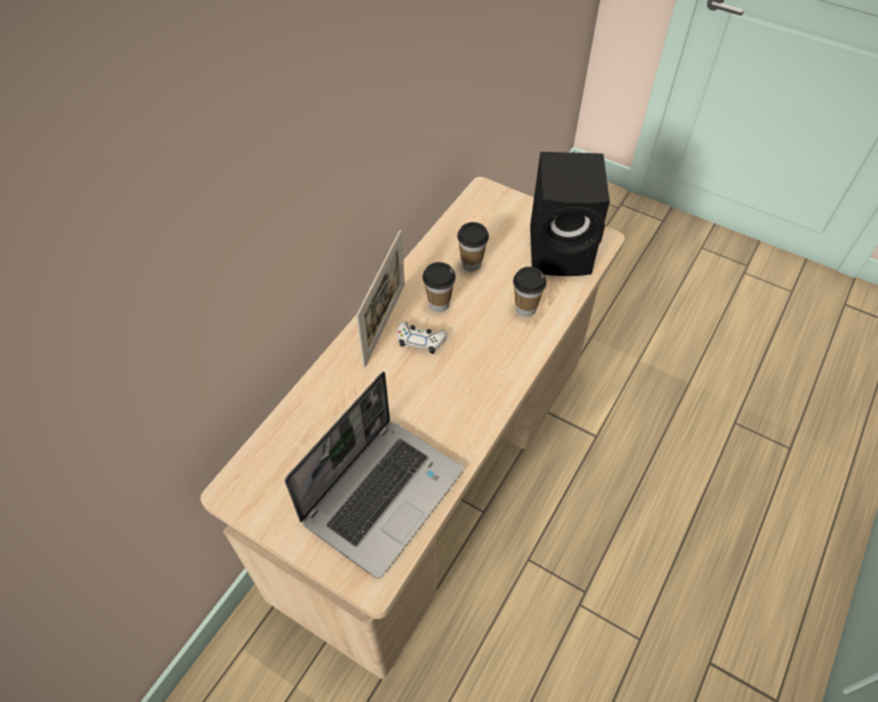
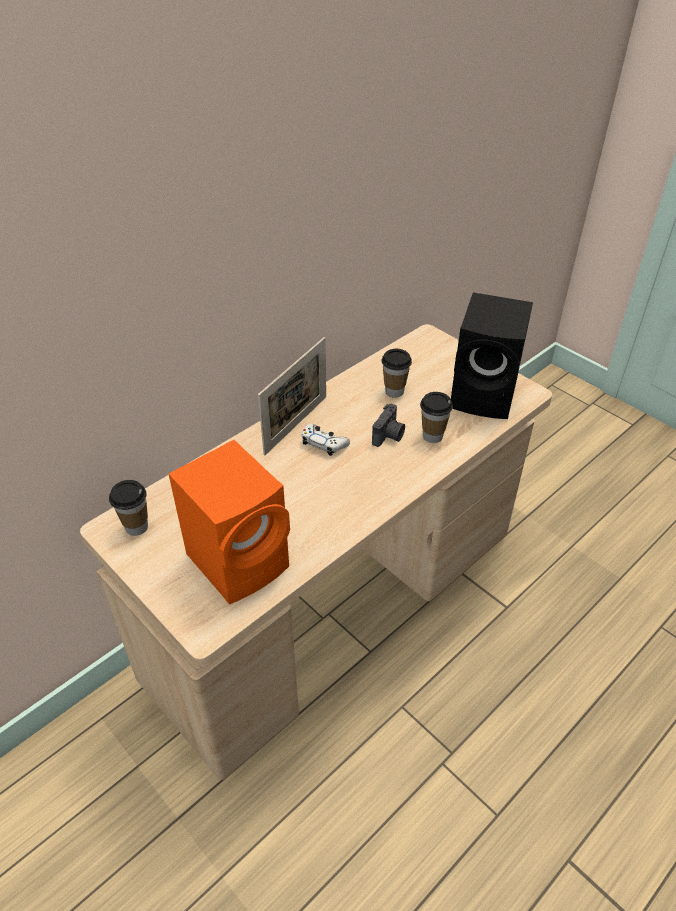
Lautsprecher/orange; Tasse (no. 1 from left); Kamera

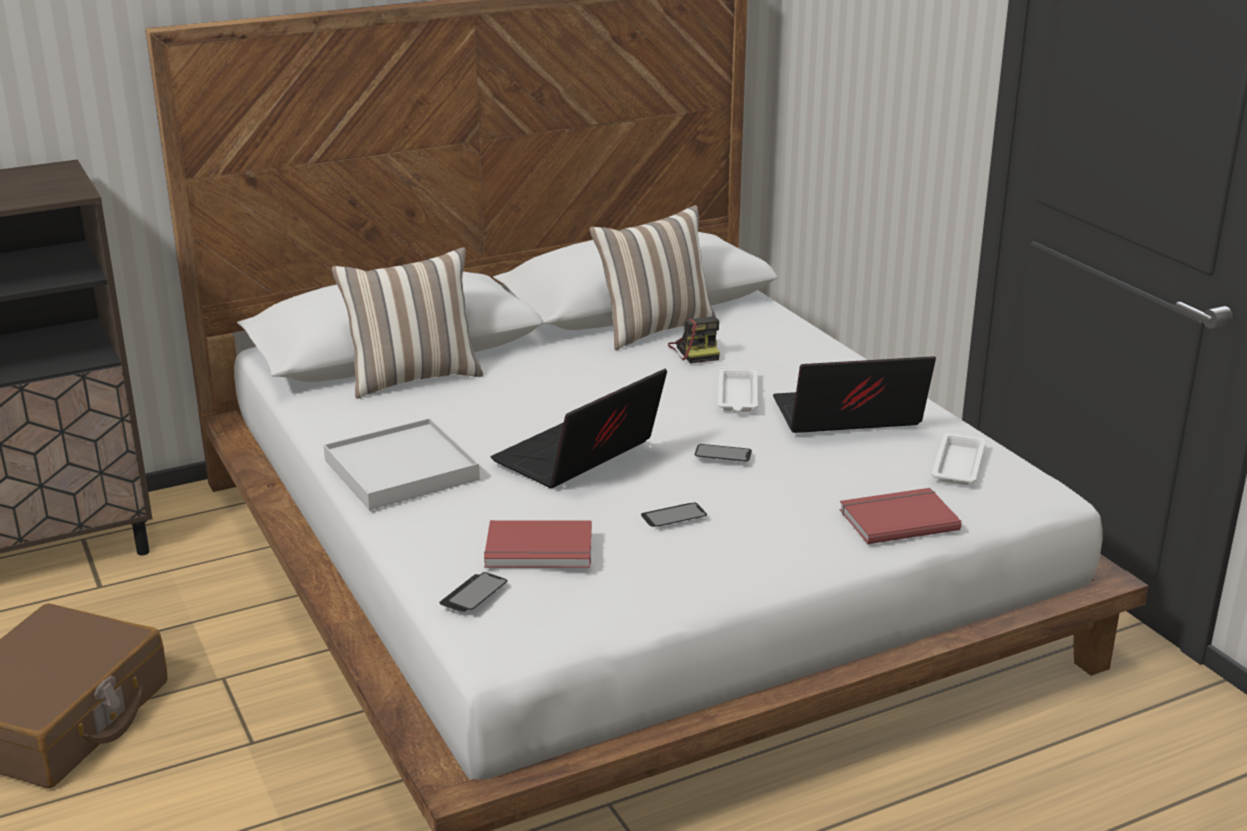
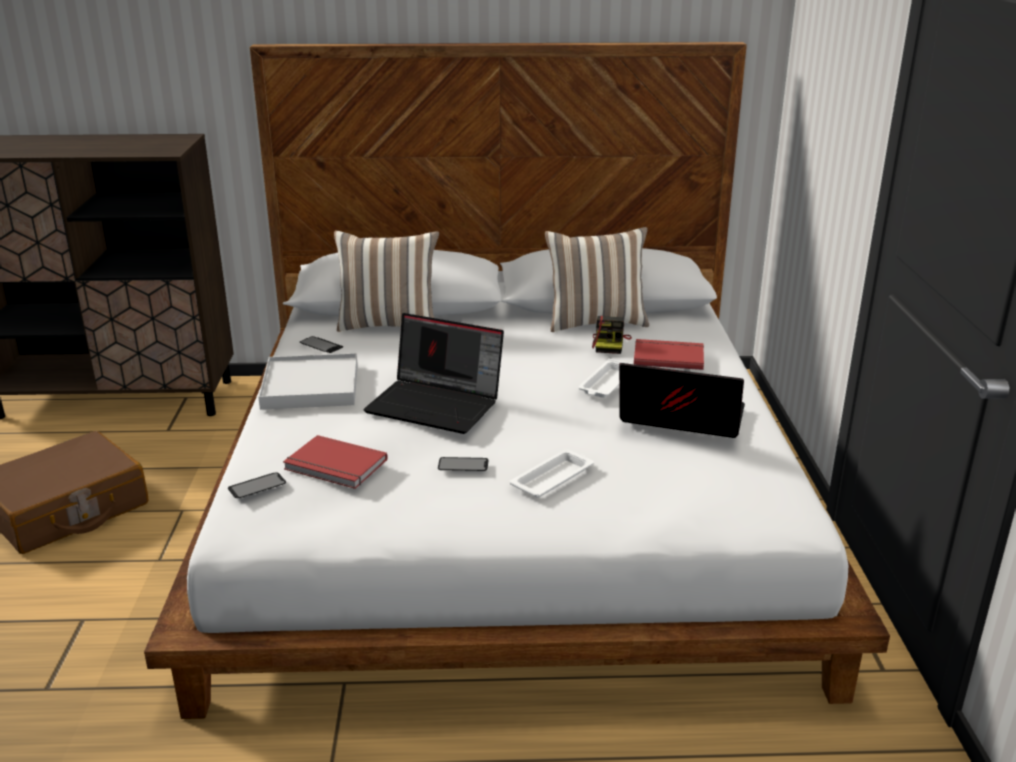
Laptop (no. 1 from left); Handy (no. 2 from left); Buch/rot (no. 2 from left); Tablett/weiß (no. 2 from left)

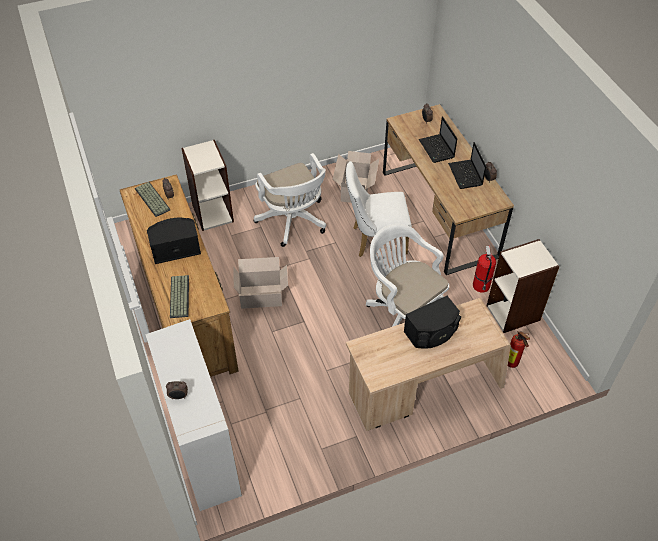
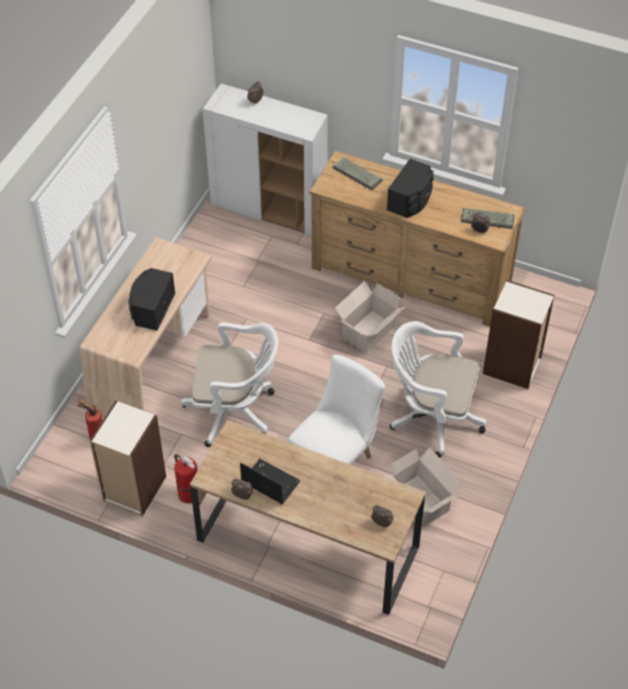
Laptop (no. 1 from left in the first image)

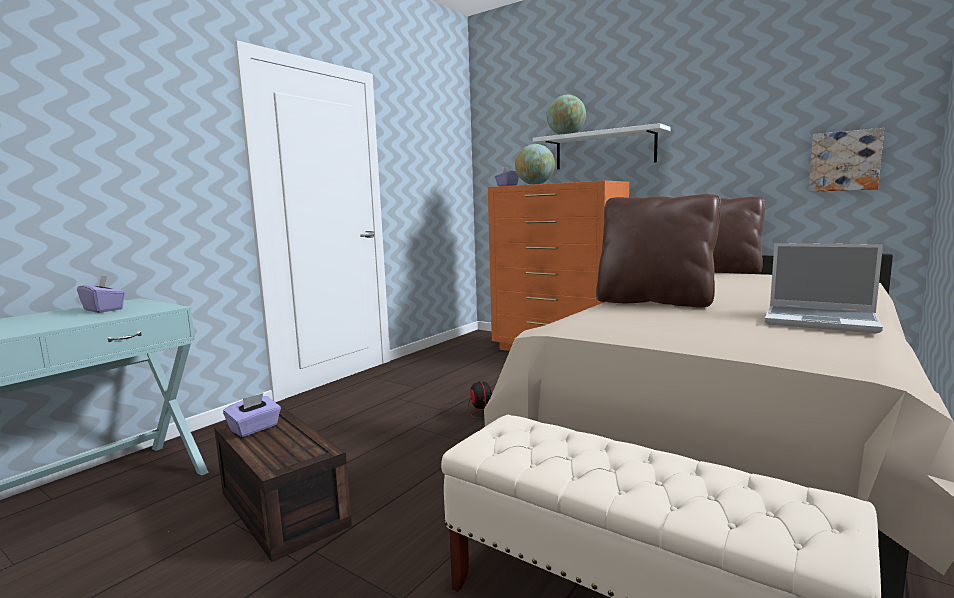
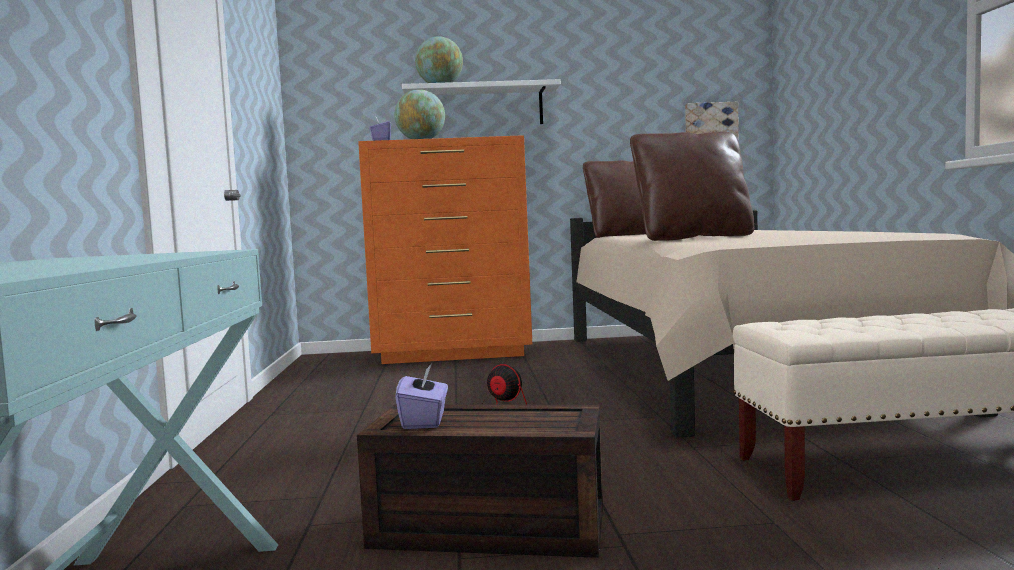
Taschentuchbox/lila (no. 1 from left in the first image); Laptop

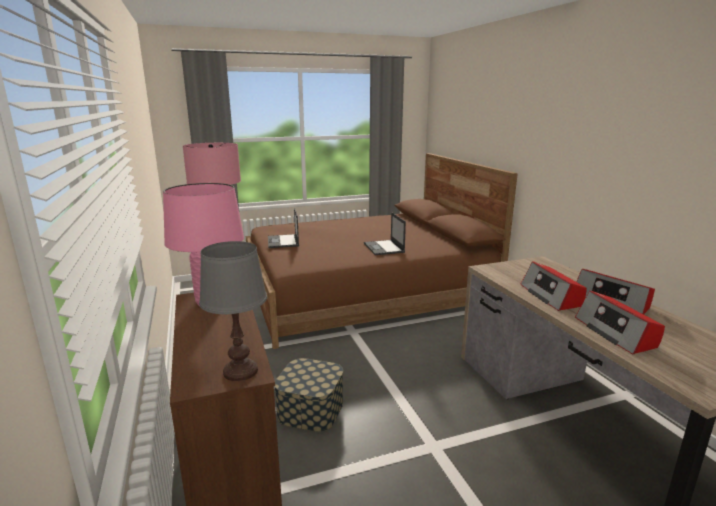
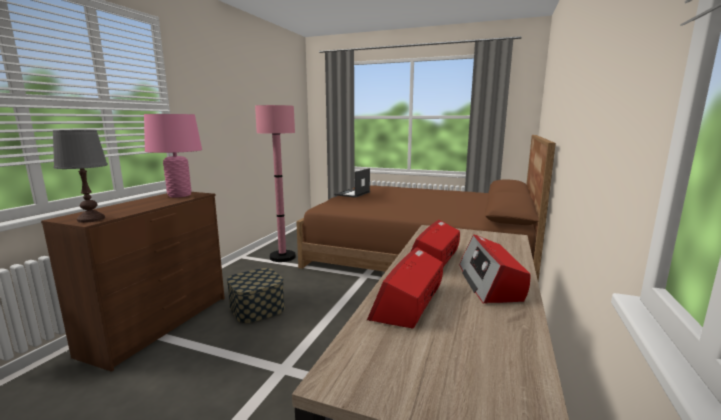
Laptop (no. 2 from left in the first image)

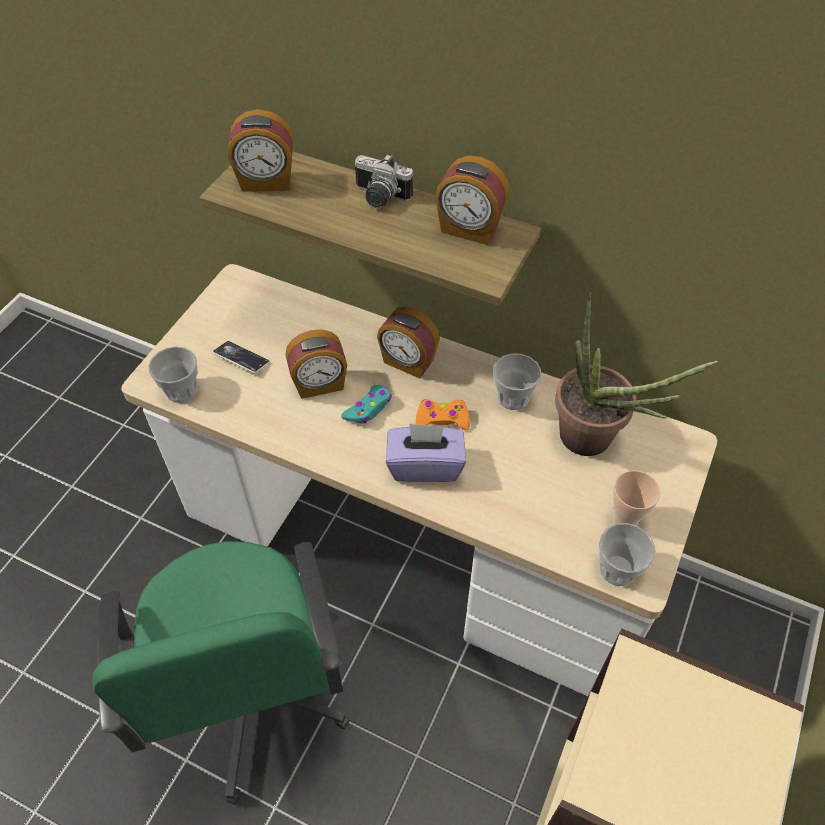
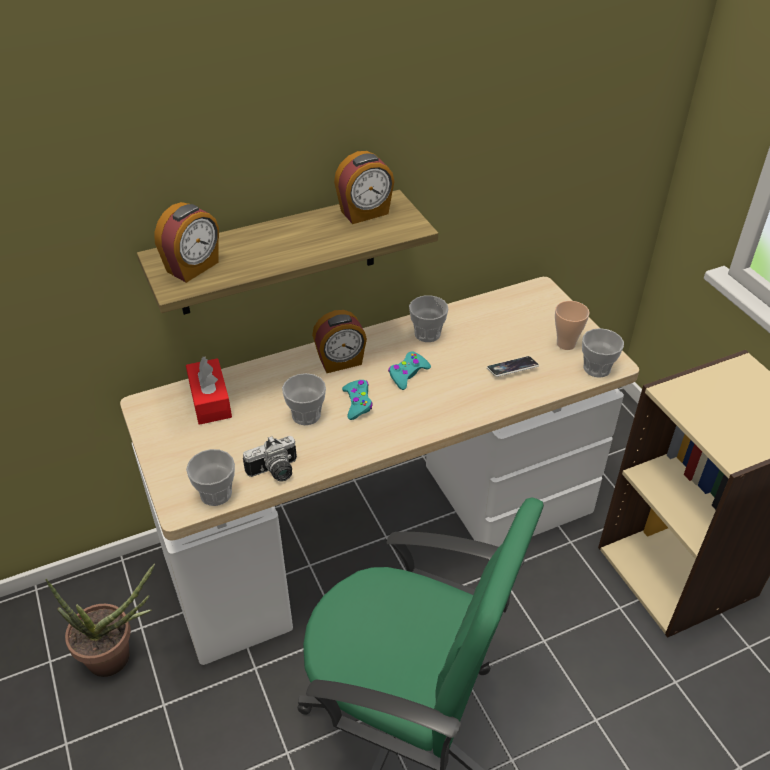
Handy; Tasse (no. 2 from left); Kamera; Taschentuchbox/lila; Gamepad/türkis (no. 2 from left); Topfpflanze; Taschentuchbox/rot

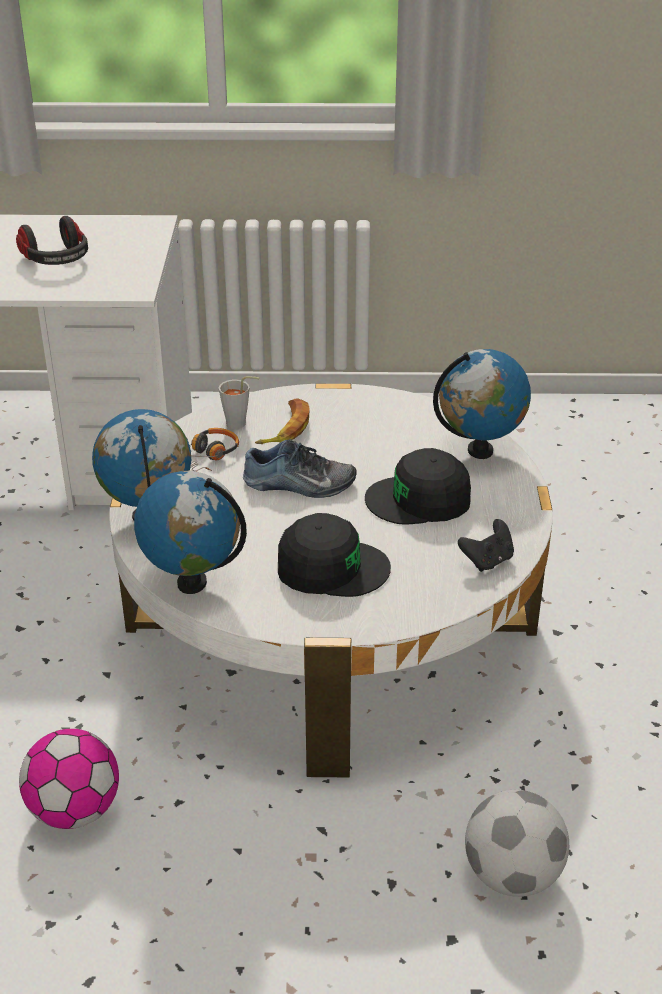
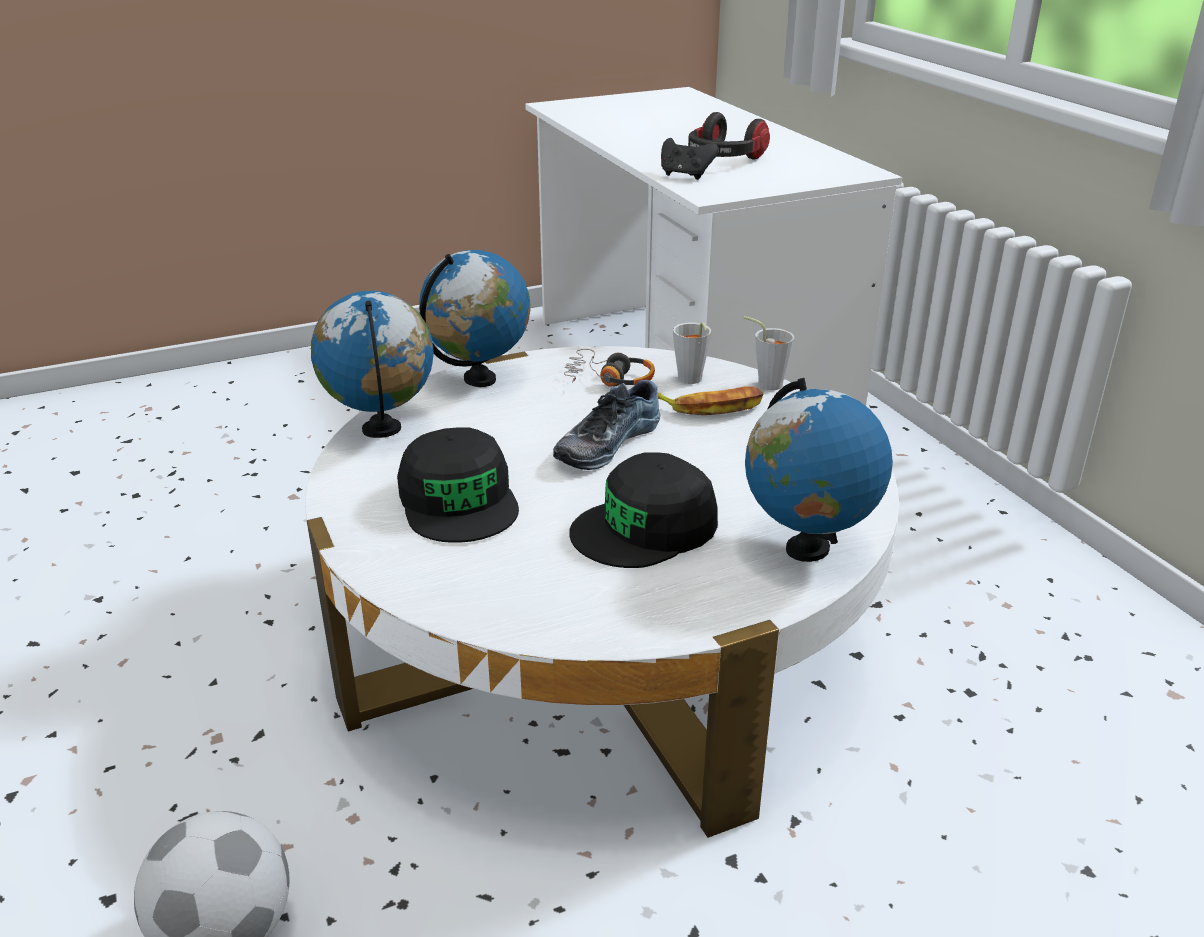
Fußball (no. 1 from left in the first image); Schuh; Kappe/schwarz (no. 2 from left); Gamepad/schwarz; Tasse/grau (no. 2 from left)

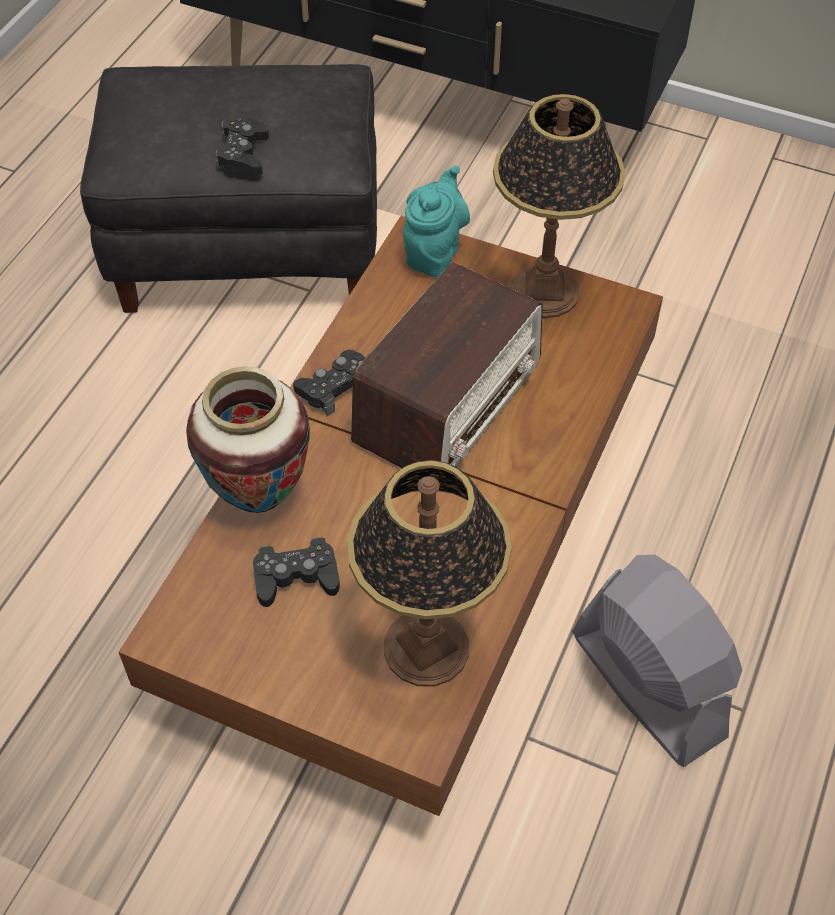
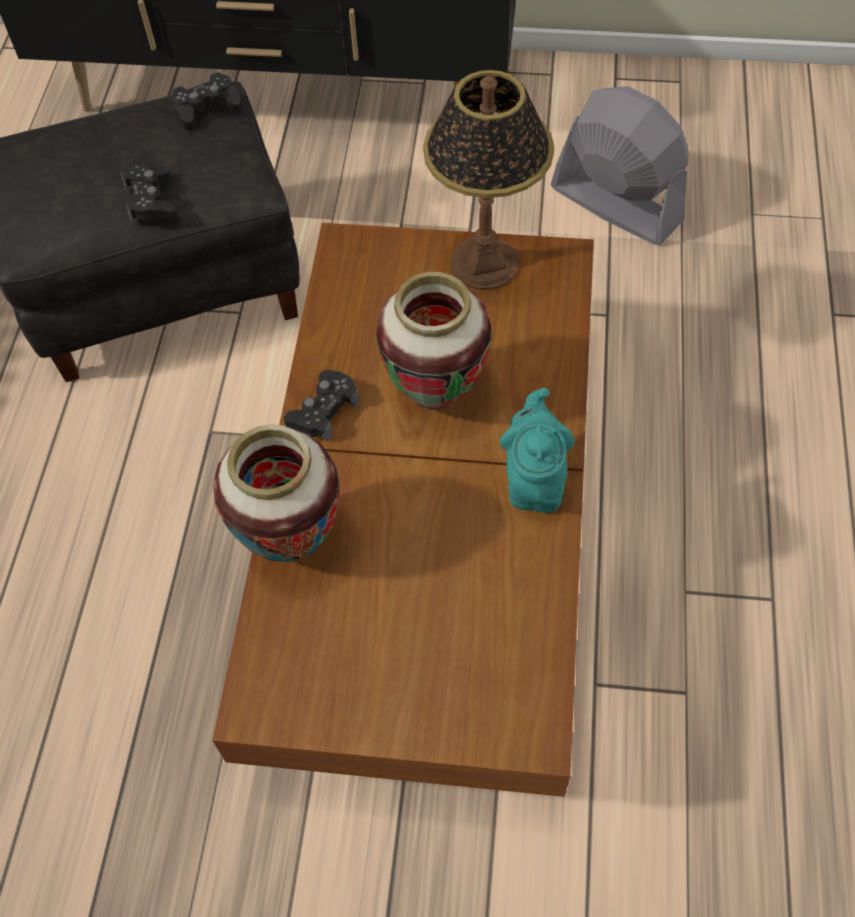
Gamepad/schwarz (no. 2 from left); Tischlampe (no. 1 from left in the first image); Vase (no. 2 from left); Teekanne/türkis; Ventilator/grau

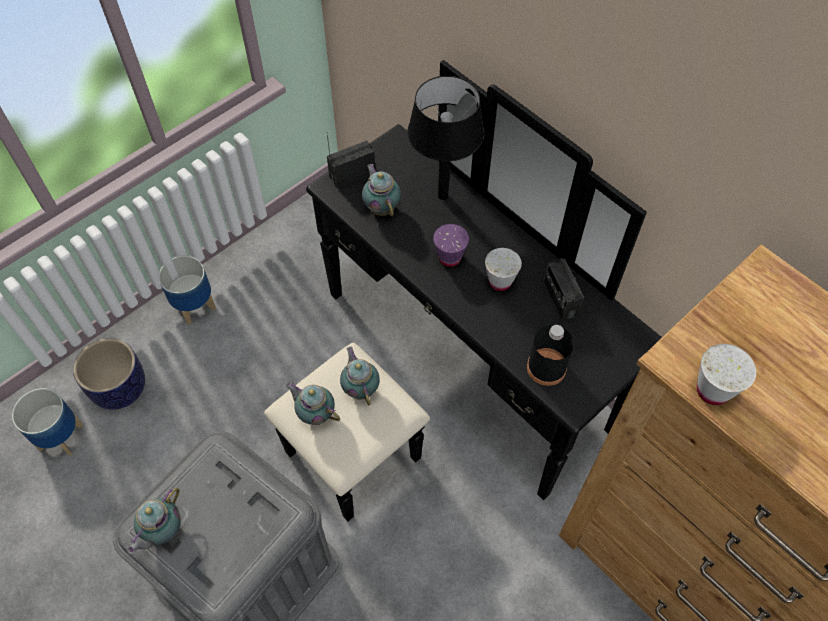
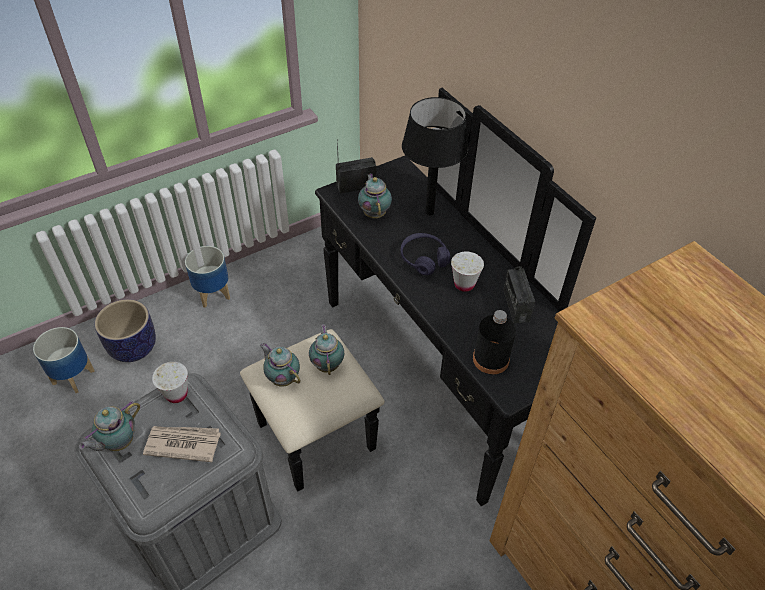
Kopfhörer/lila; Tasse/weiß (no. 1 from left); Zeitung

